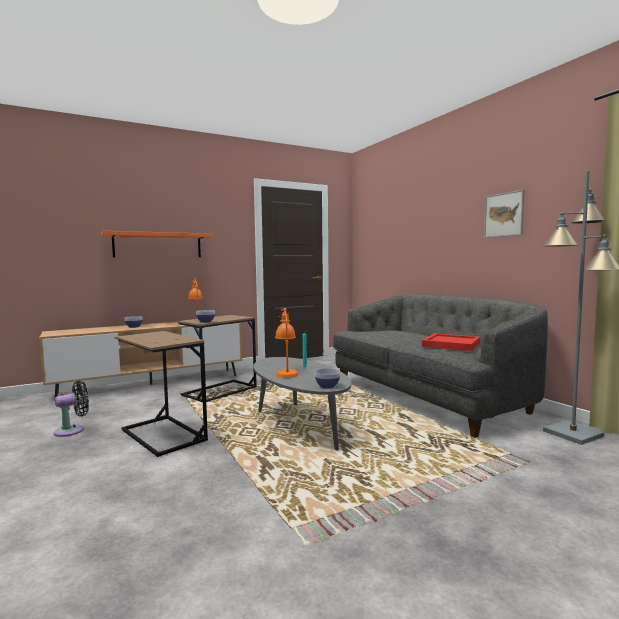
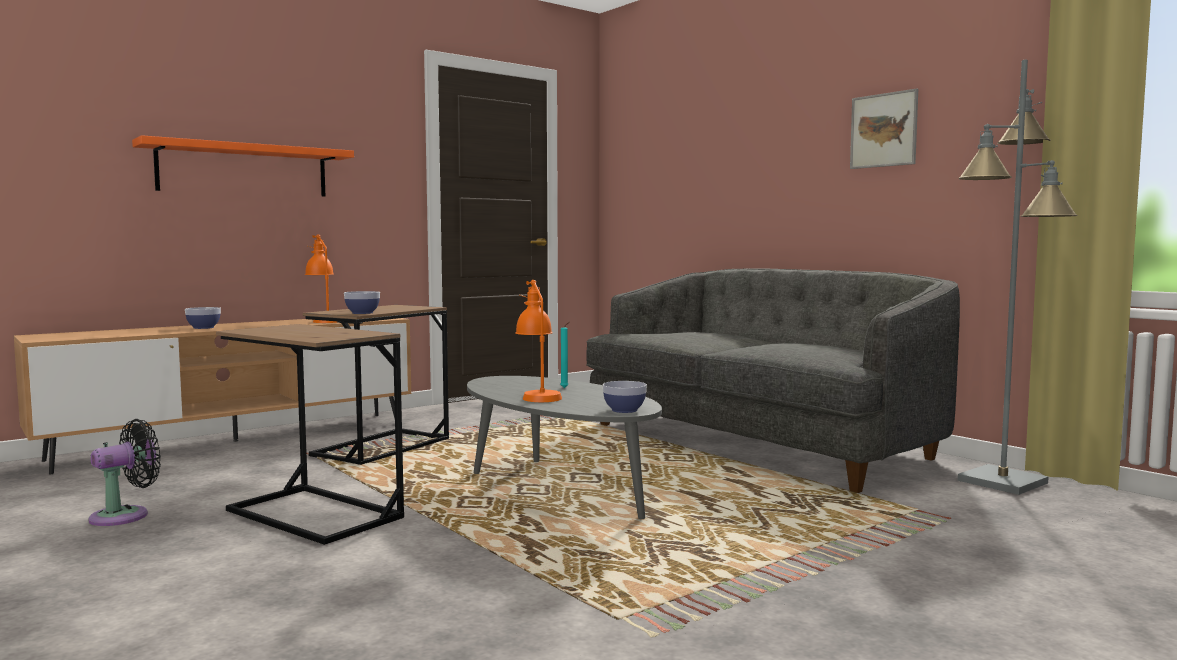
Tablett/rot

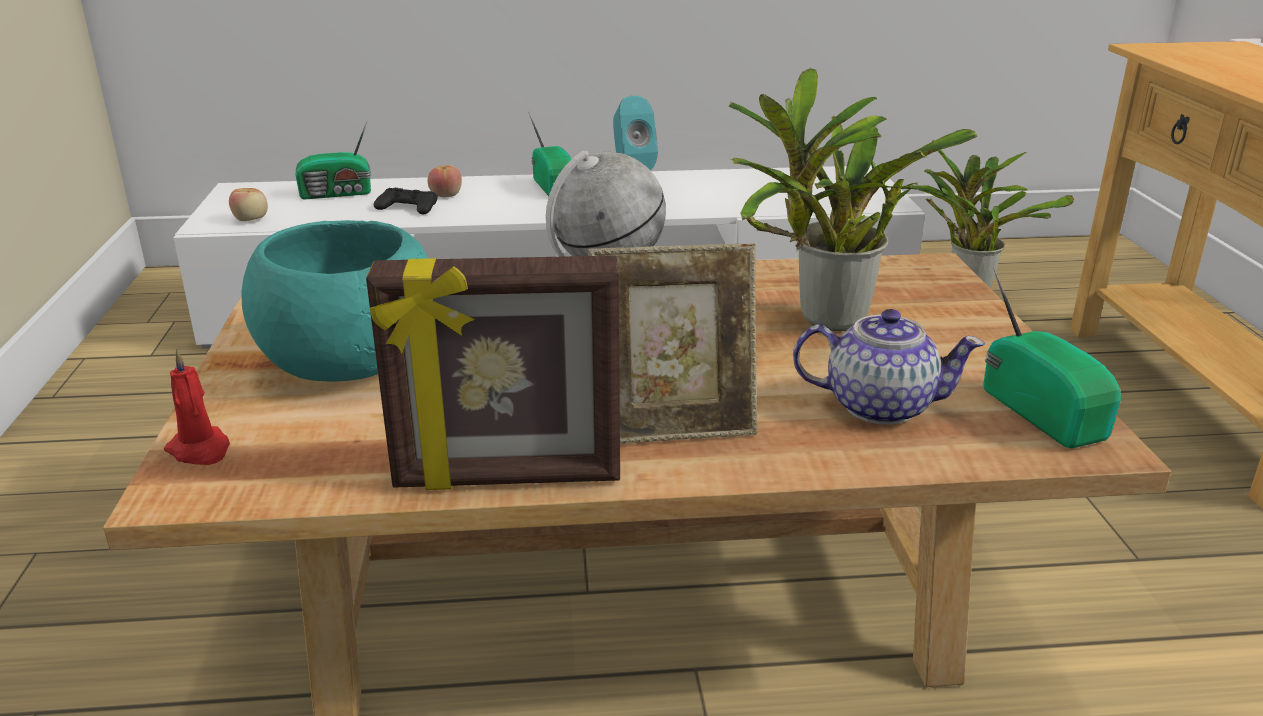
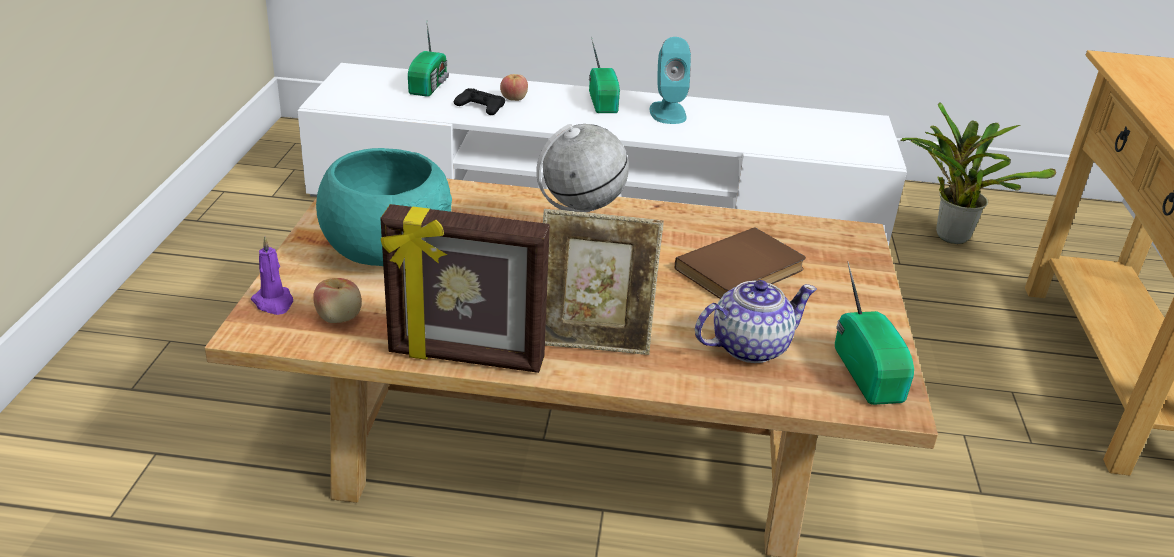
Kerze/lila; Apfel (no. 1 from left); Radio (no. 1 from left); Buch/braun; Teekanne

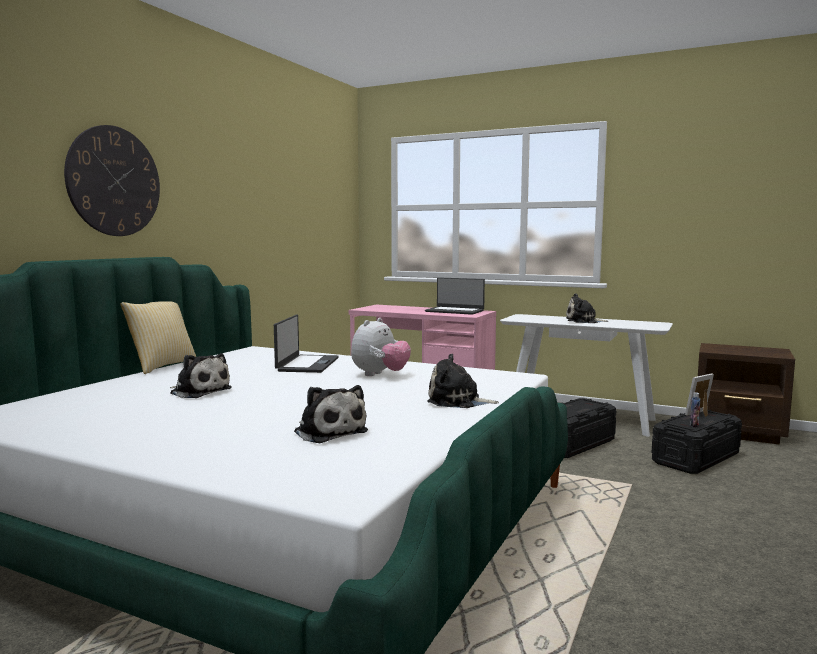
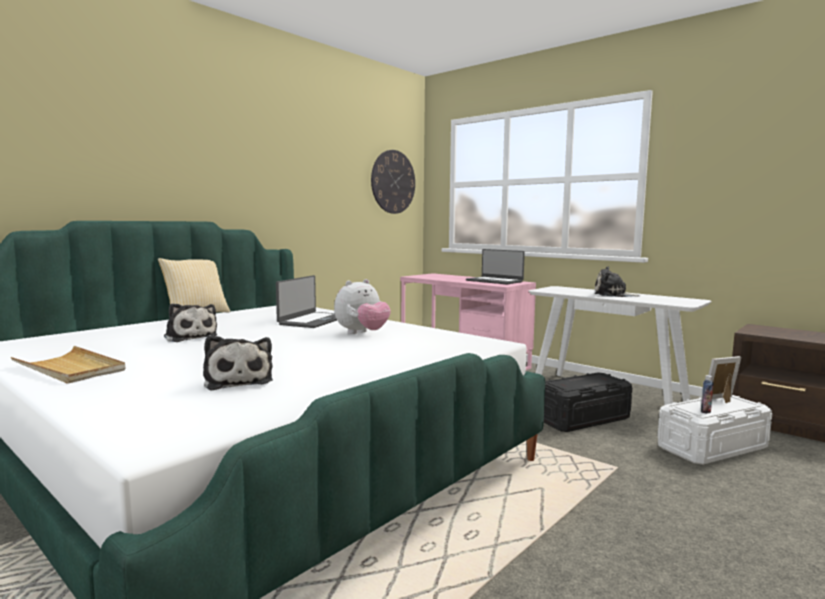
Wanduhr; Plüschtier (no. 4 from left in the first image); Aufbewahrungsbox/weiß; Tablett/beige

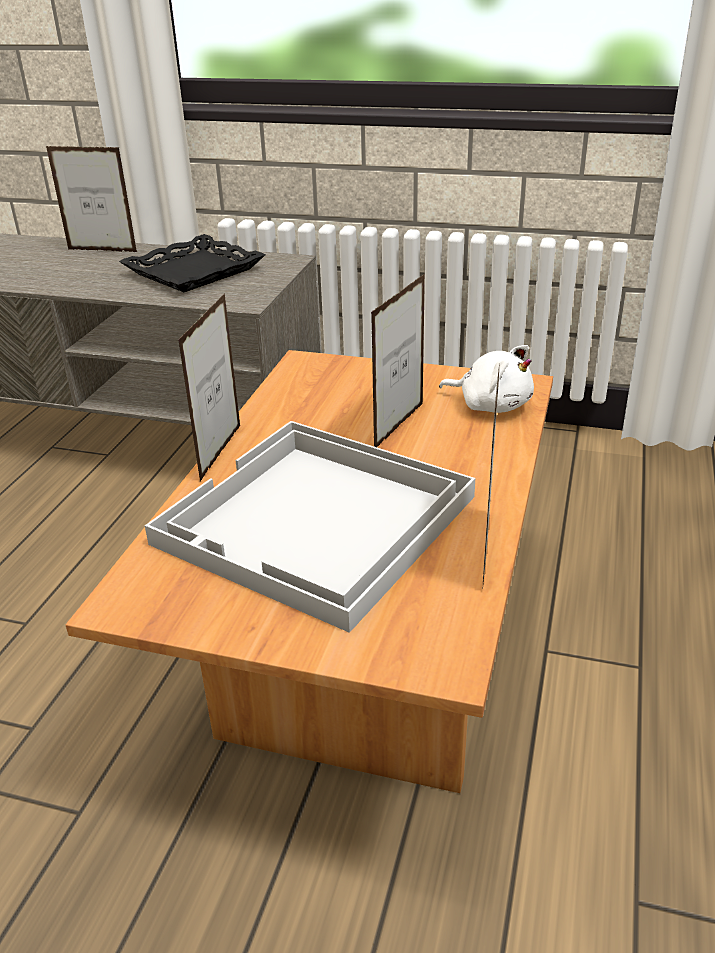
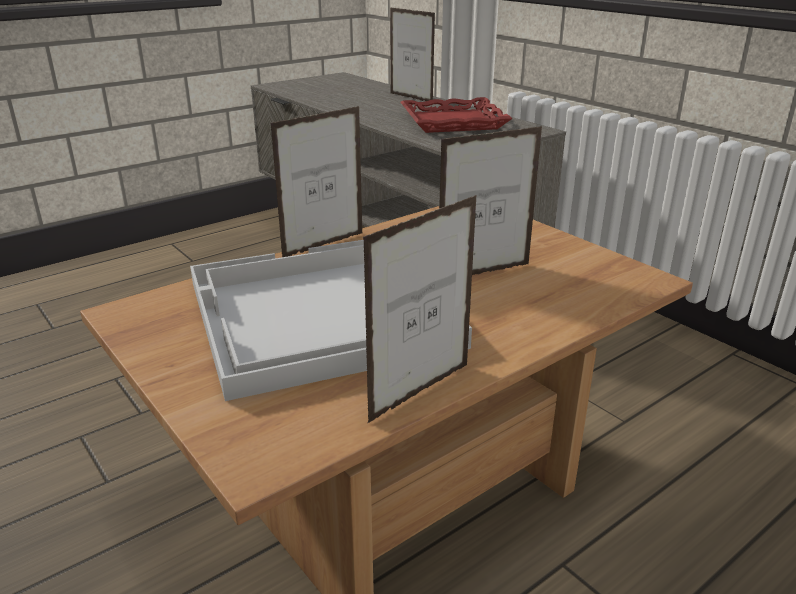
Tablett/rot; Plüschtier/weiß

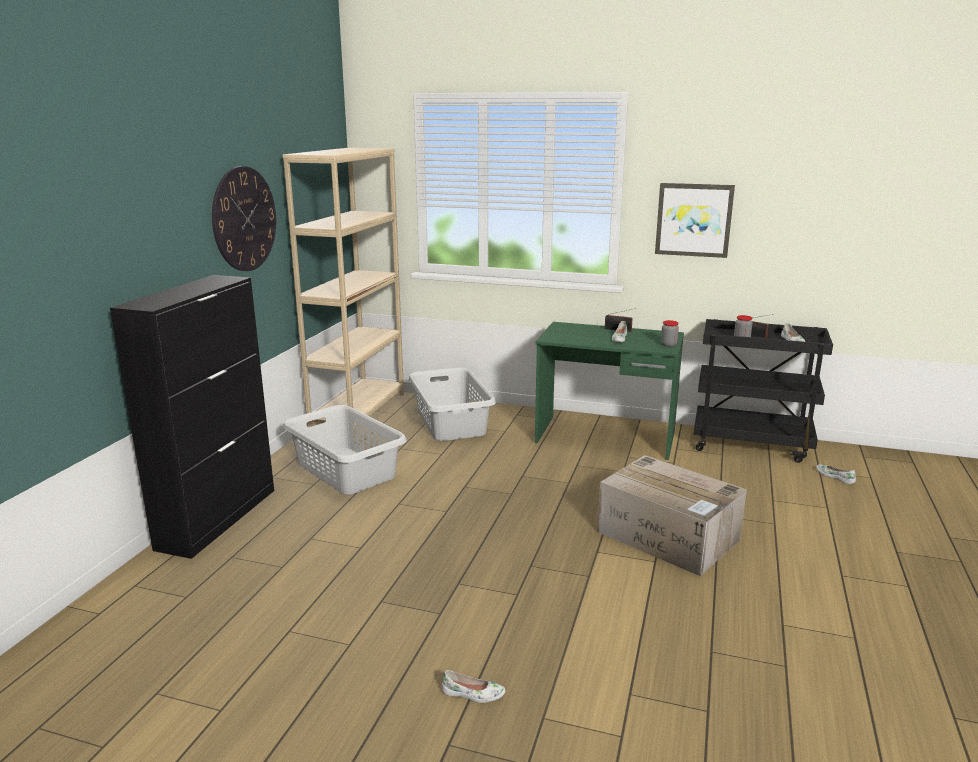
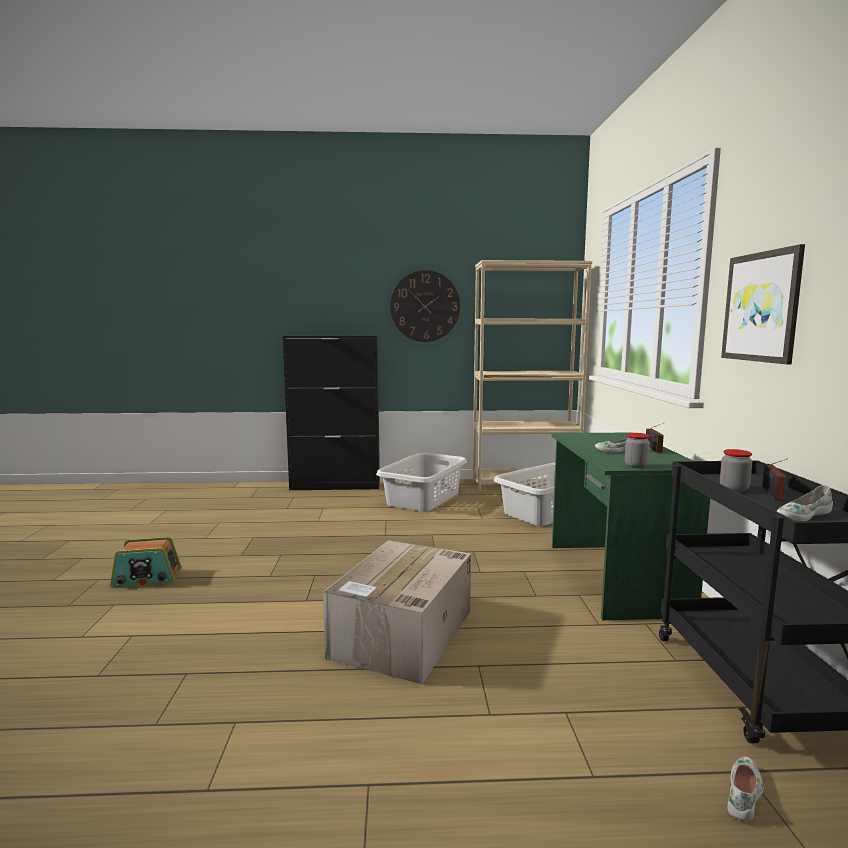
Radio (no. 1 from left)

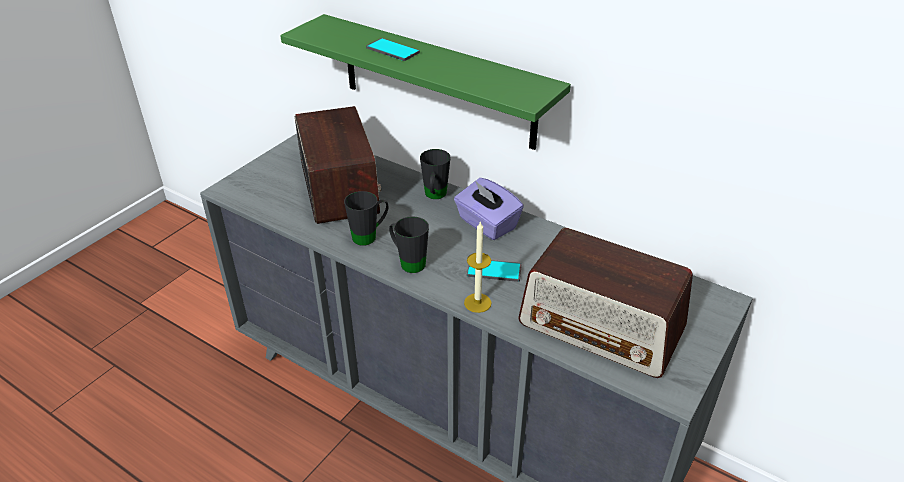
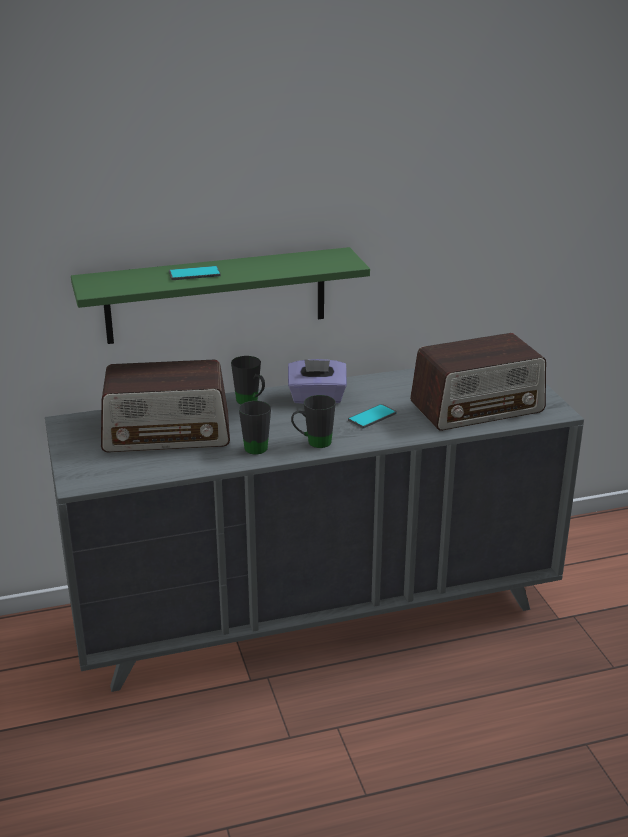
Radio (no. 1 from left); Kerze

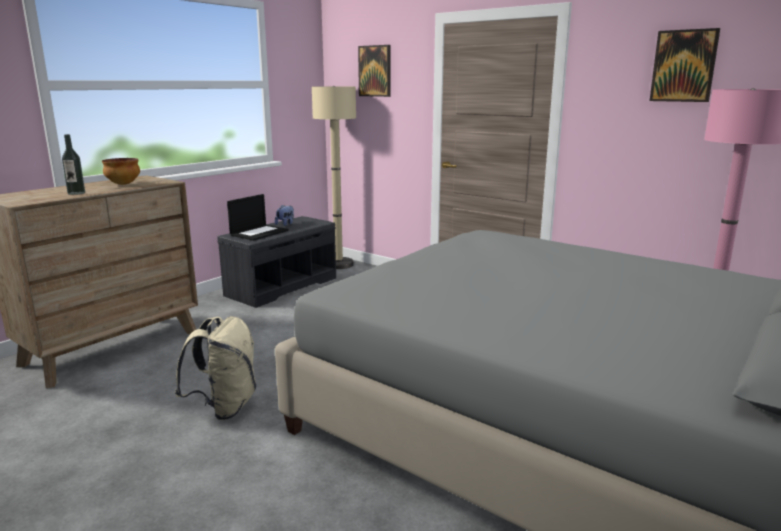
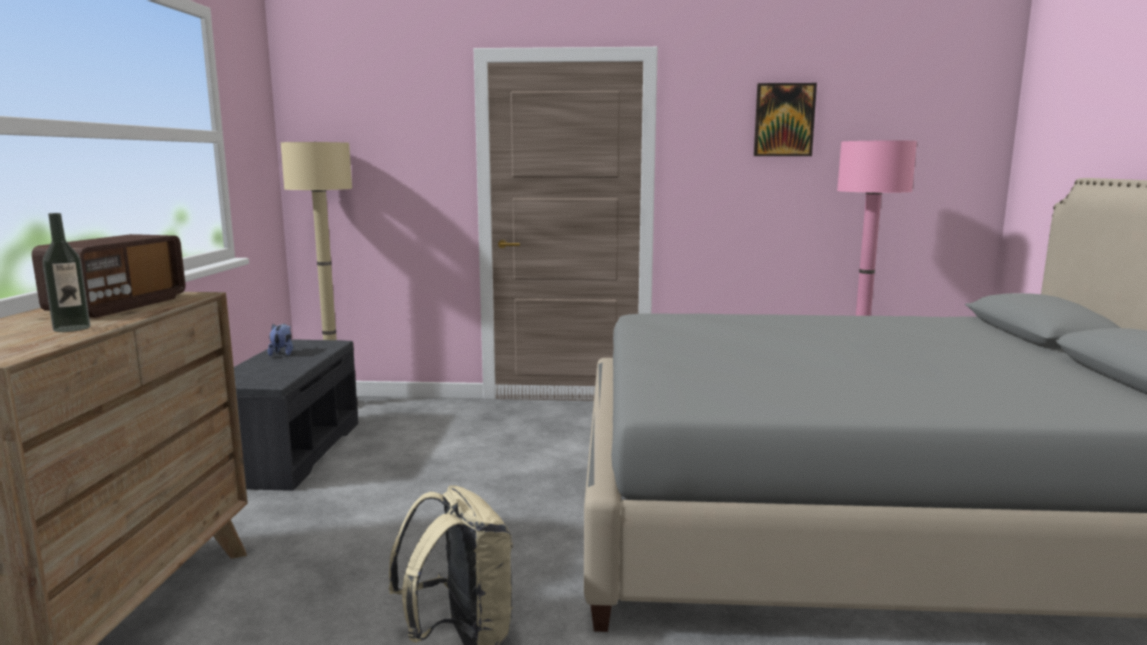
Radio; Laptop; Bild (no. 1 from left in the first image)

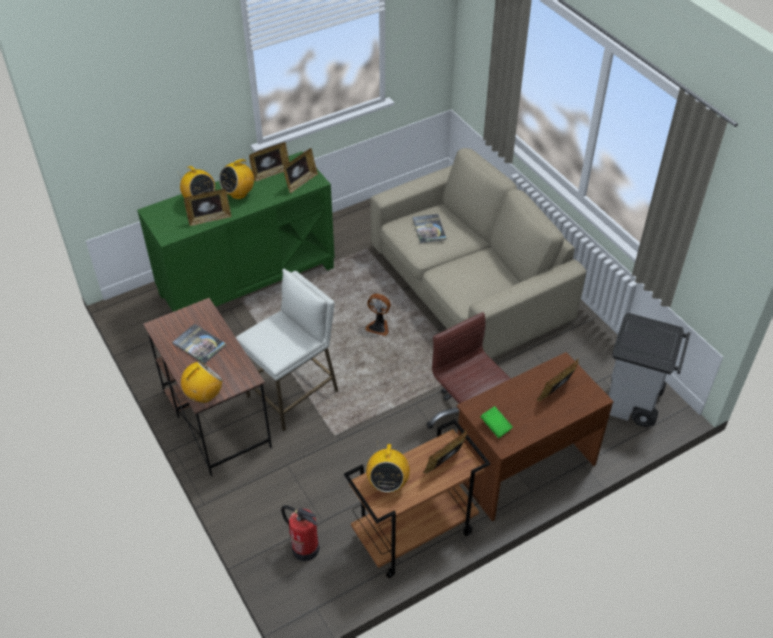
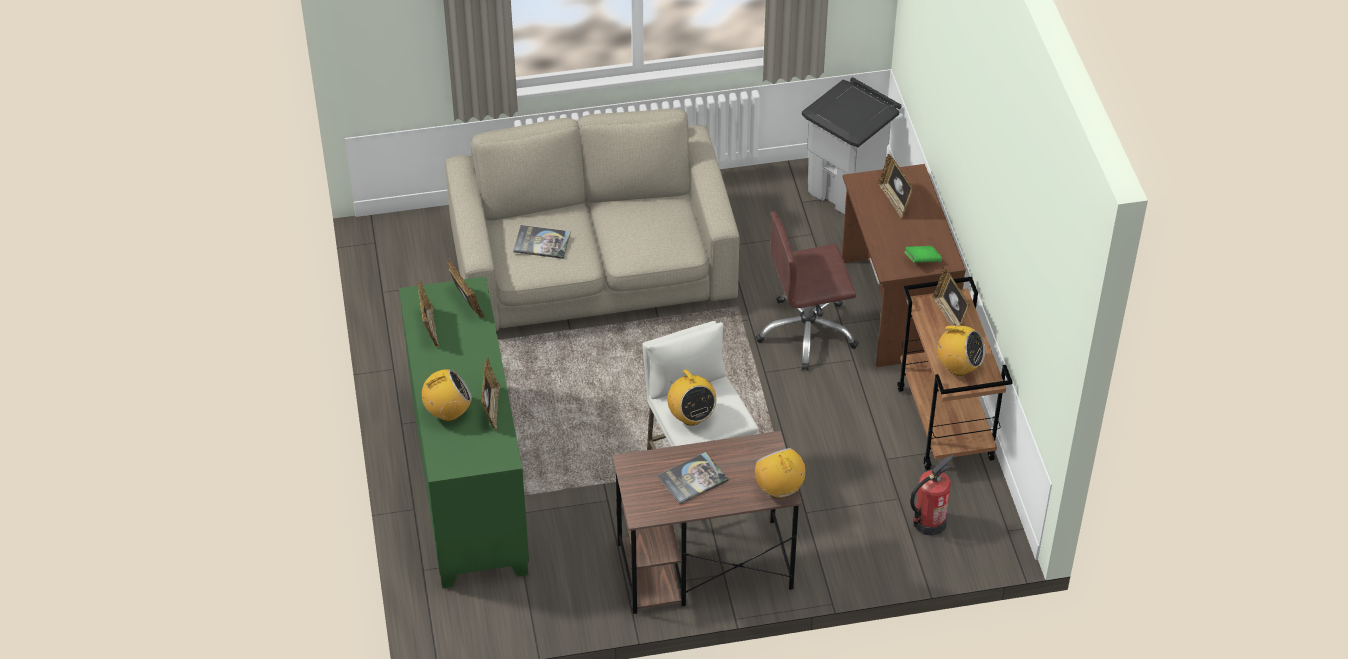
Radio (no. 2 from left); Ventilator

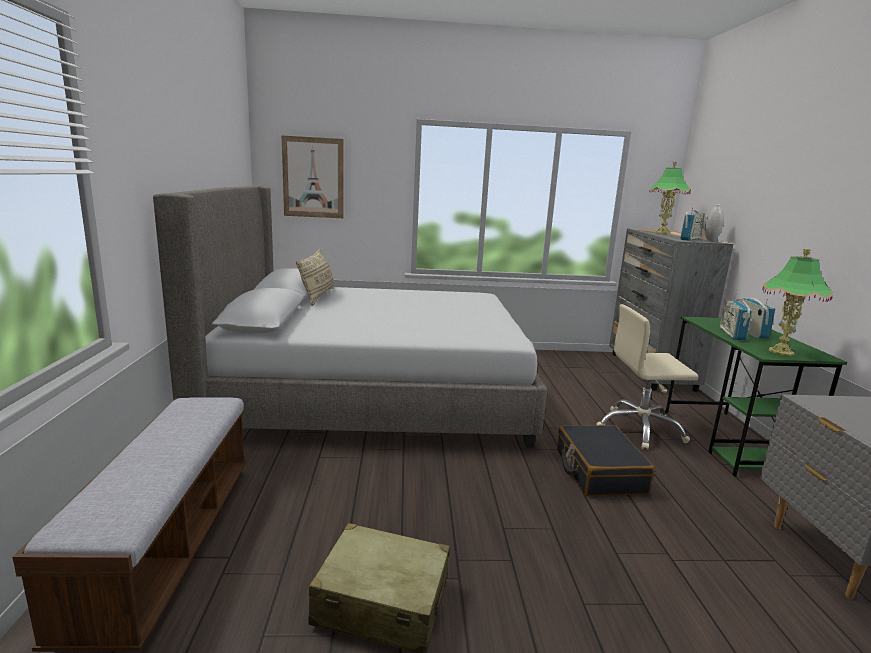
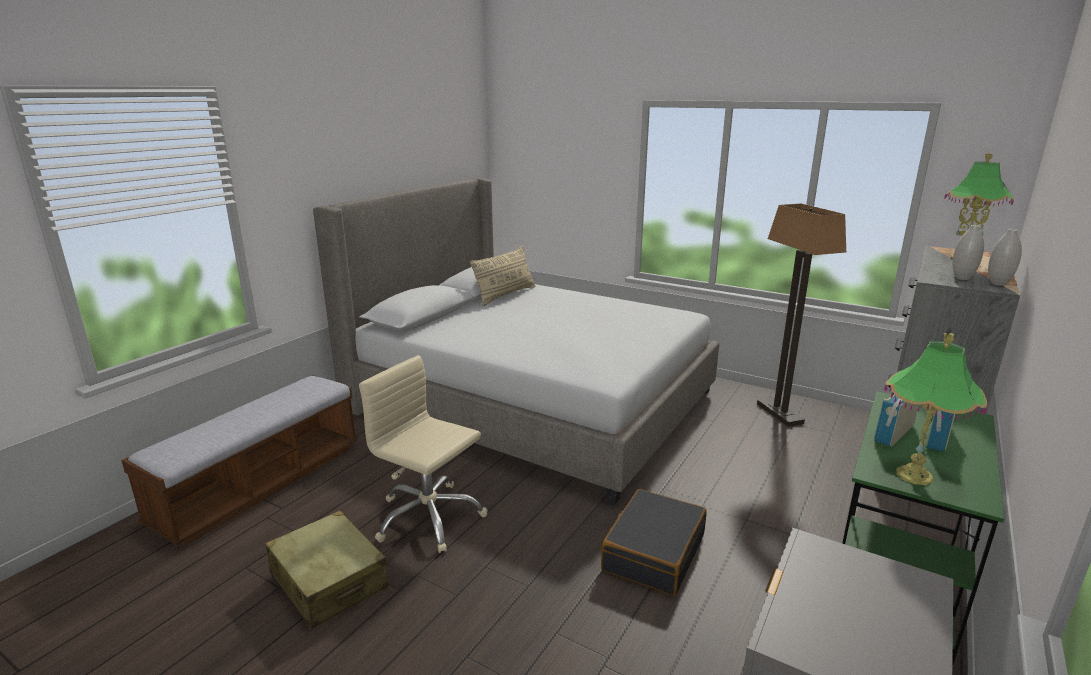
Bild; Bürostuhl/beige; Vase/weiß (no. 1 from left); Stehlampe

